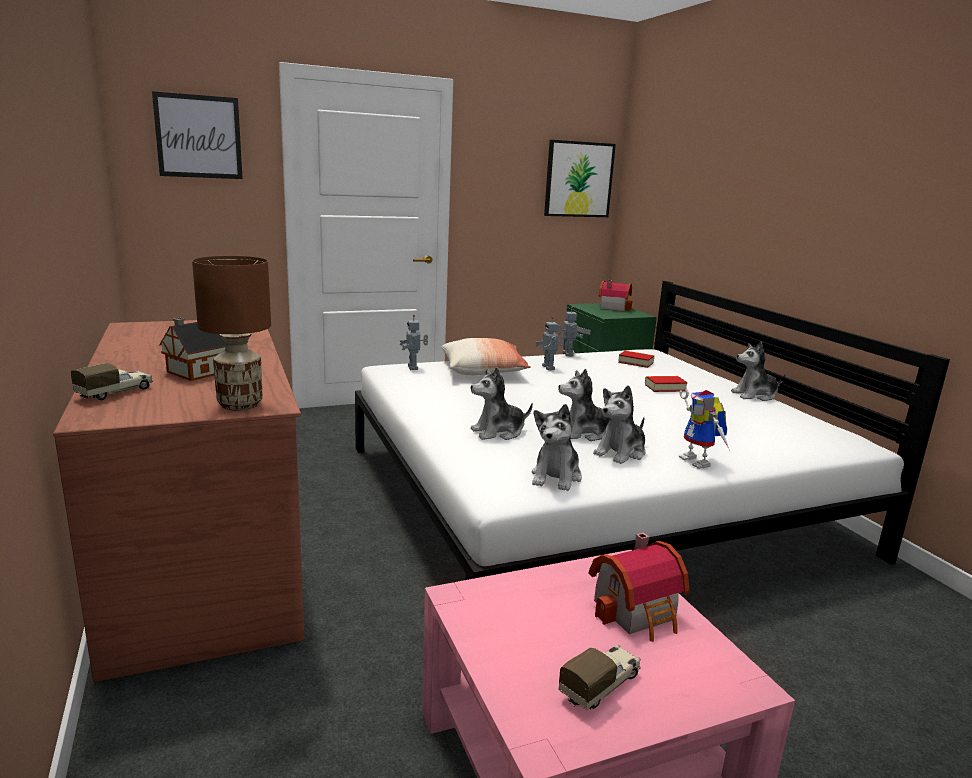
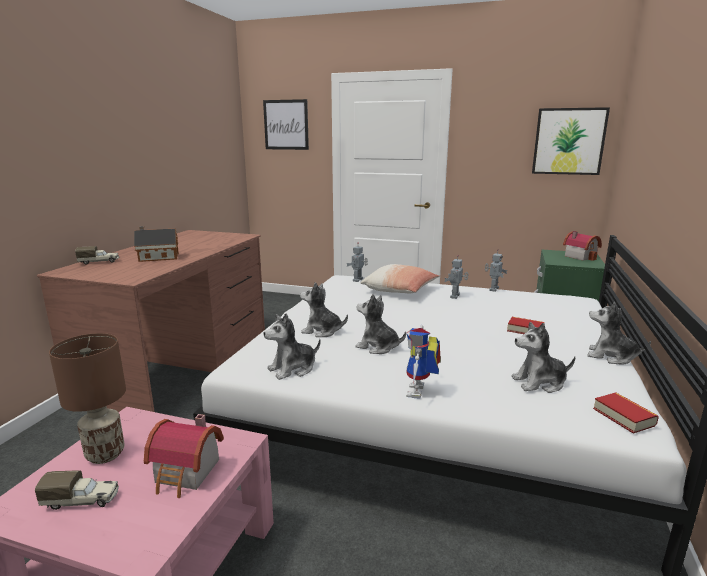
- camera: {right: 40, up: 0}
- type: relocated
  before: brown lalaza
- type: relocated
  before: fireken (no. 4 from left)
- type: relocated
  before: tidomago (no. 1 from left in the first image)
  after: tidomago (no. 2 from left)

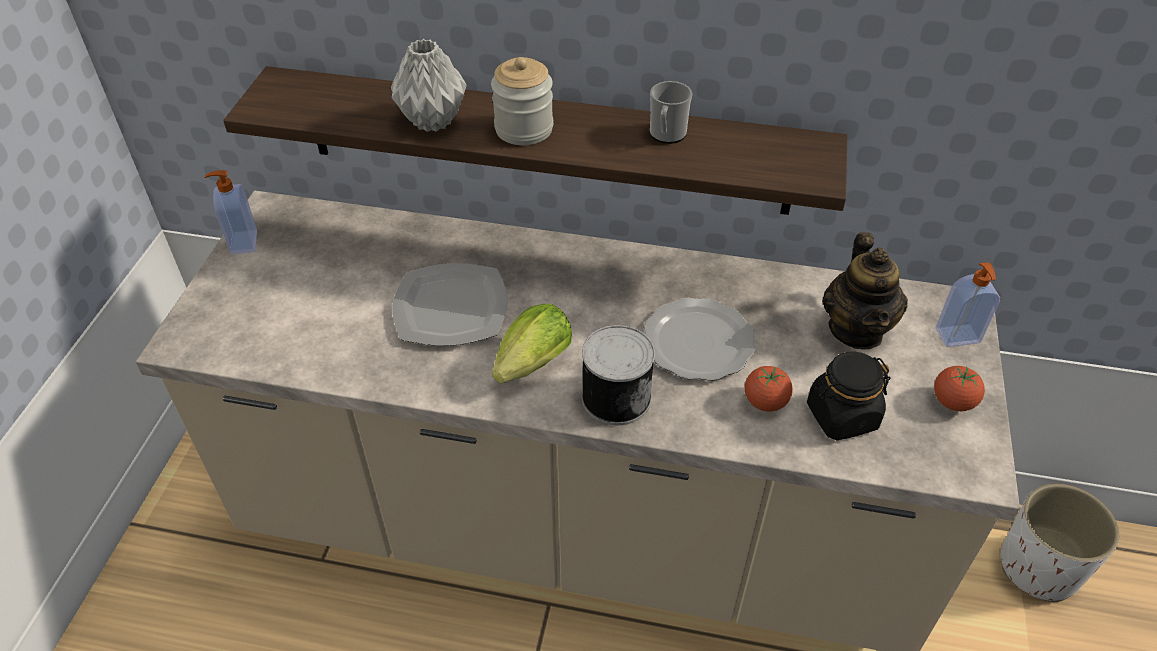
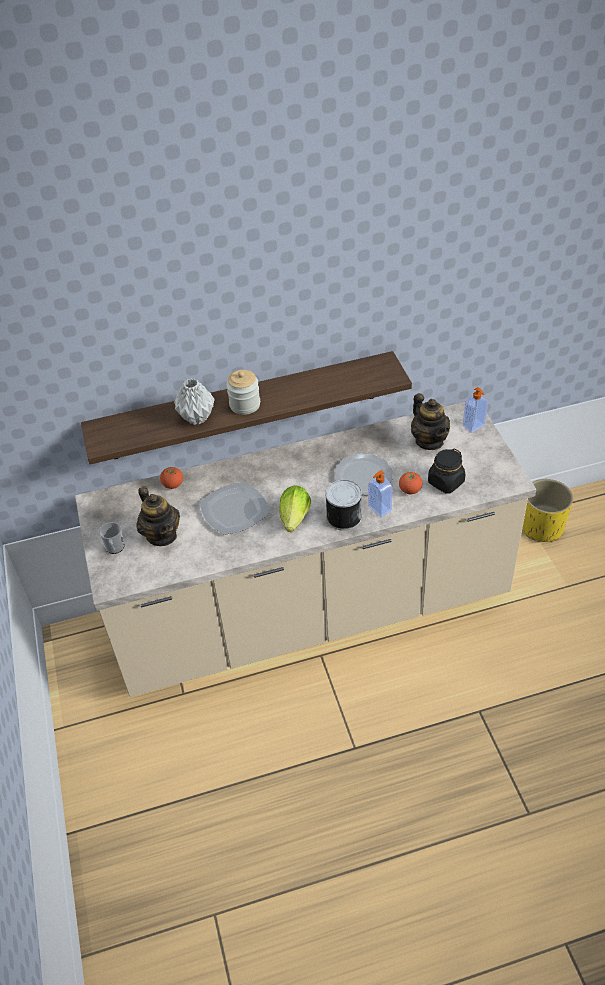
- camera: {right: -25, up: 0}
- type: appeared
  after: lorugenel (no. 1 from left)
- type: relocated
  before: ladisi (no. 1 from left)
- type: relocated
  before: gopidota
- type: relocated
  before: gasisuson (no. 2 from left in the first image)
  after: gasisuson (no. 1 from left)
- type: colour
  before: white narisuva
  after: yellow narisuva

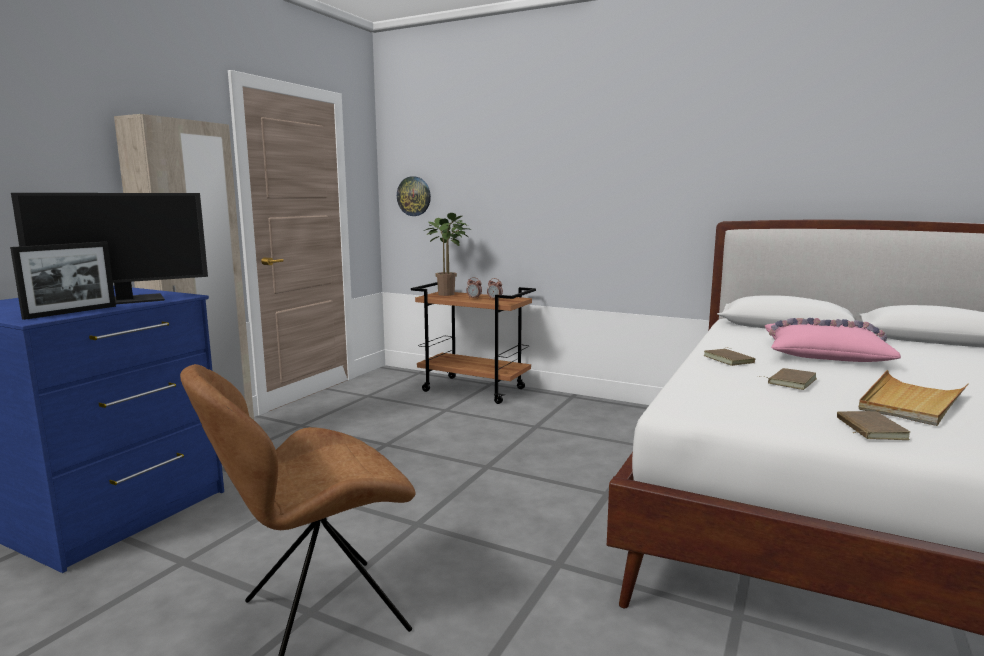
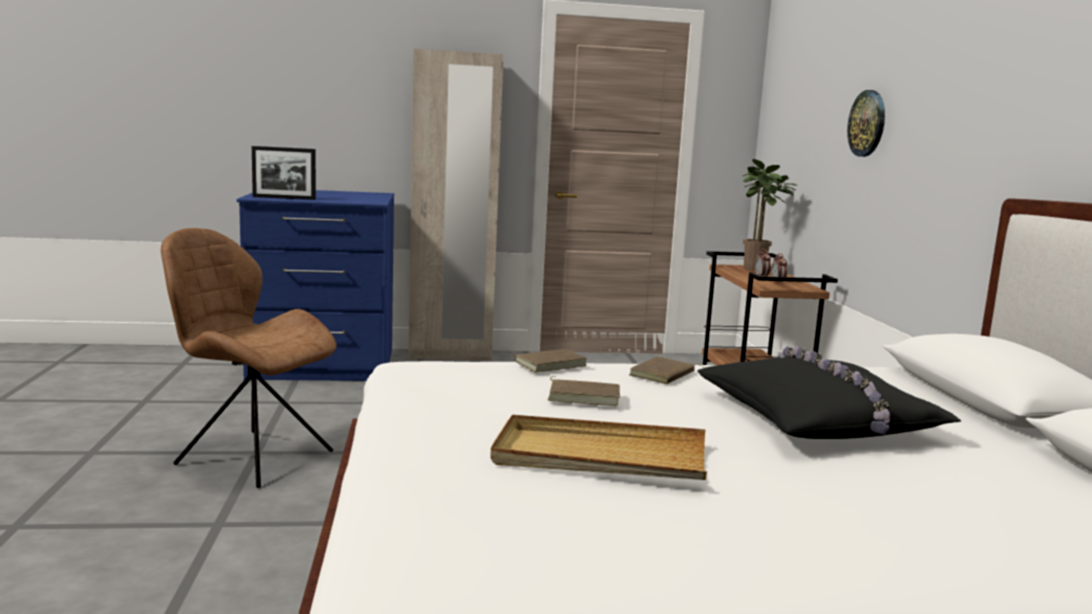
- camera: {right: 55, up: 0}
- type: missing
  before: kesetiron
- type: relocated
  before: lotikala
- type: relocated
  before: brown tidomago (no. 3 from left in the first image)
  after: brown tidomago (no. 1 from left)
- type: colour
  before: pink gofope
  after: black gofope

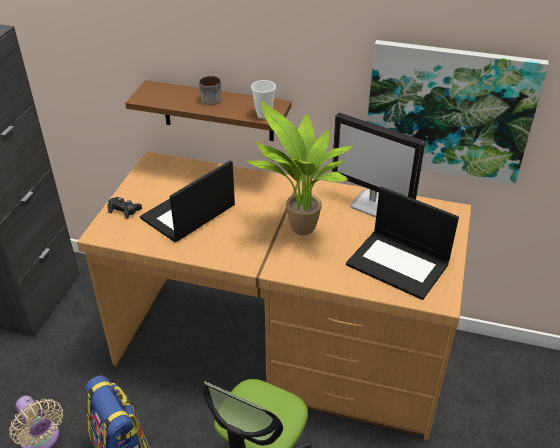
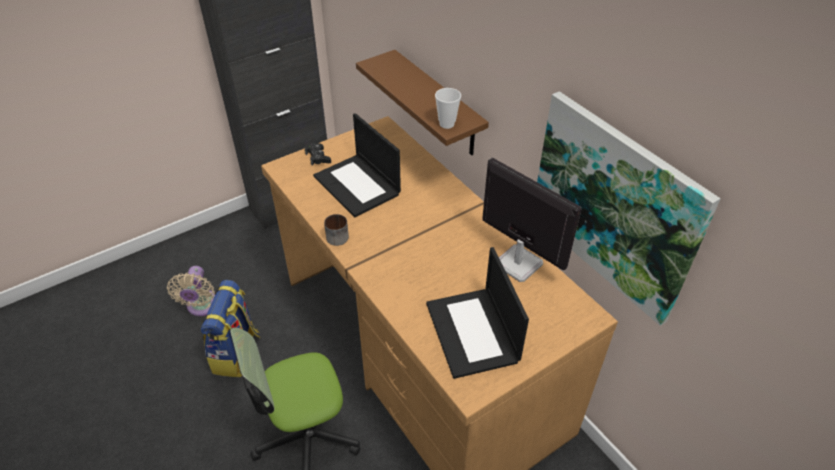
- camera: {right: 40, up: 5}
- type: missing
  before: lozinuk
- type: relocated
  before: gopidota
- type: spun
  before: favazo (no. 1 from left)
  turn: -120
- type: spun
  before: kesetiron
  turn: 150

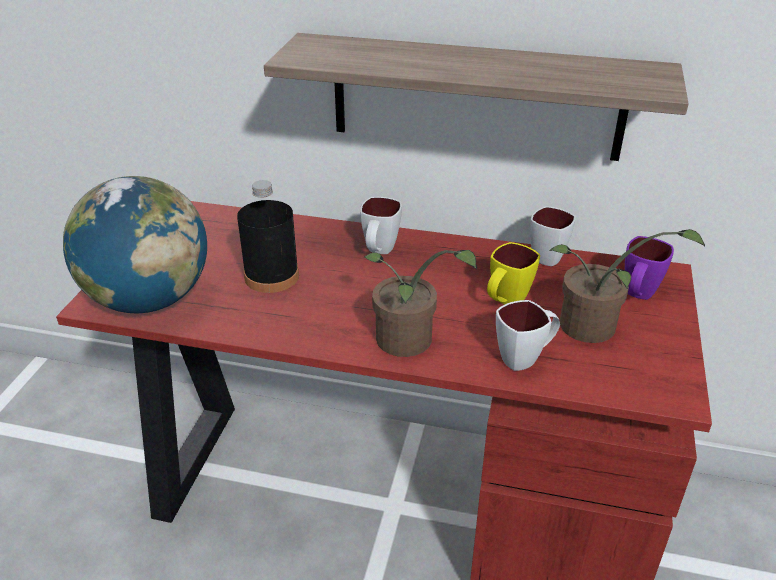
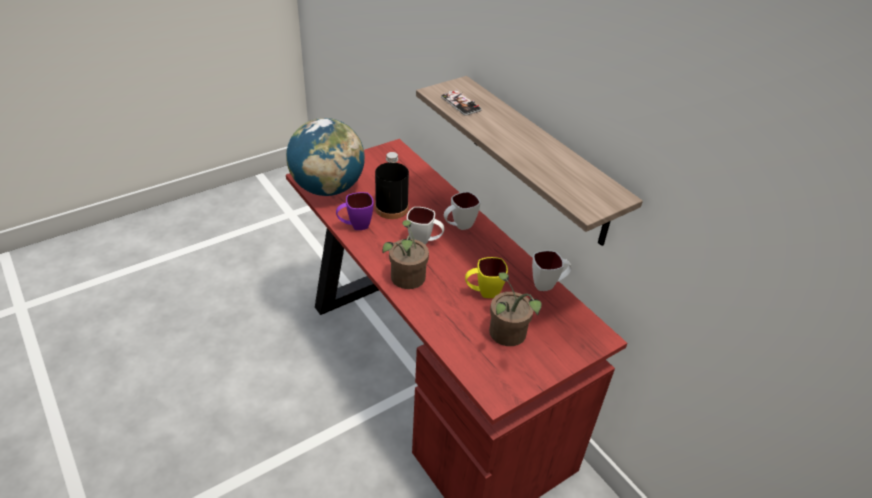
- camera: {right: 40, up: 5}
- type: appeared
  after: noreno
- type: relocated
  before: white gopidota (no. 2 from left in the first image)
  after: white gopidota (no. 1 from left)
- type: relocated
  before: purple gopidota

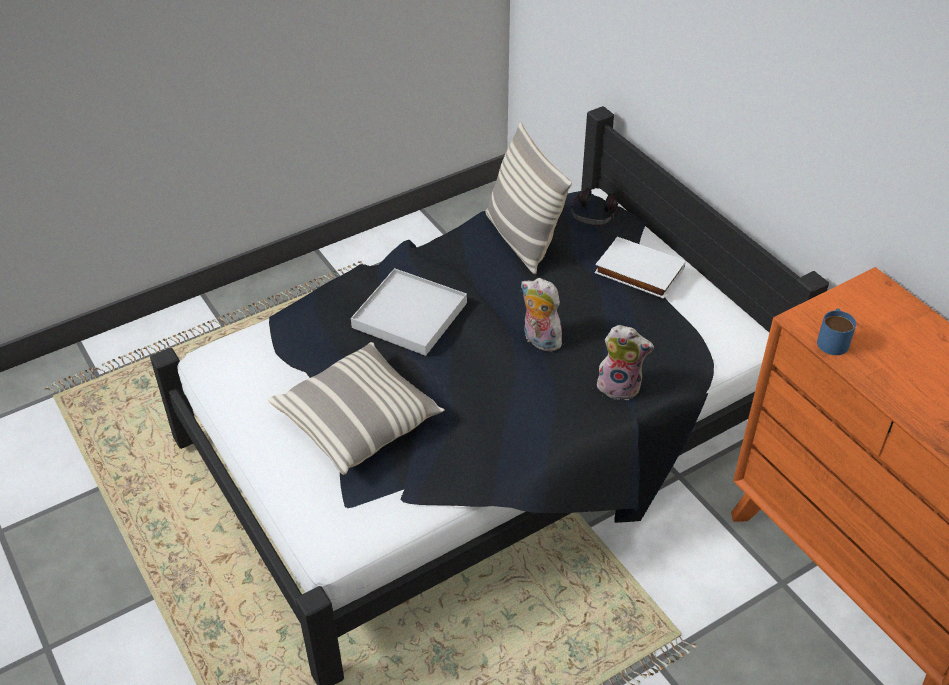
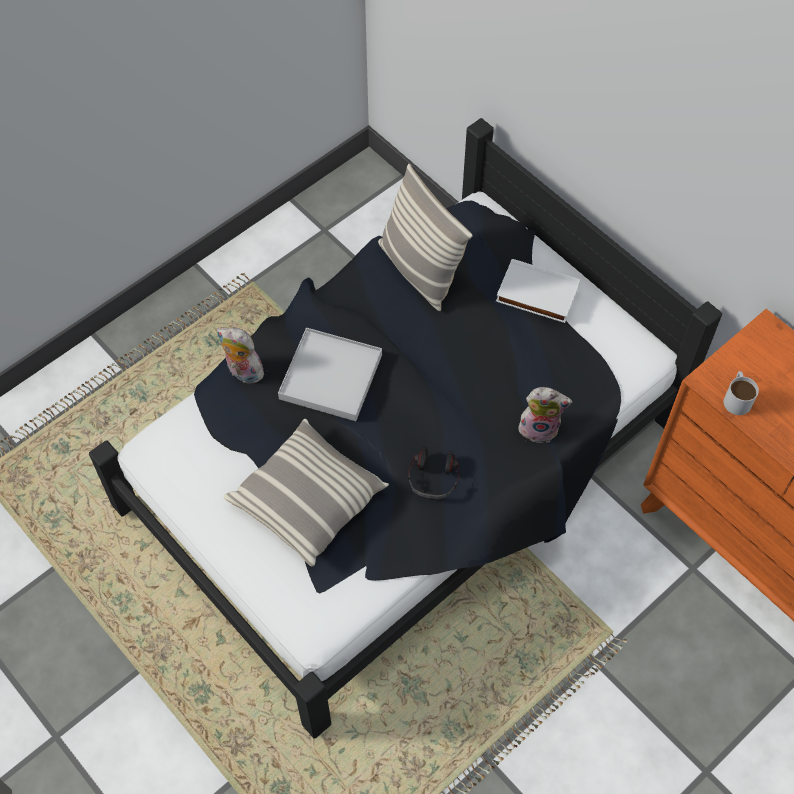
- camera: {right: -10, up: 15}
- type: relocated
  before: fireken (no. 1 from left)
- type: relocated
  before: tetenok
- type: colour
  before: blue gopidota
  after: white gopidota

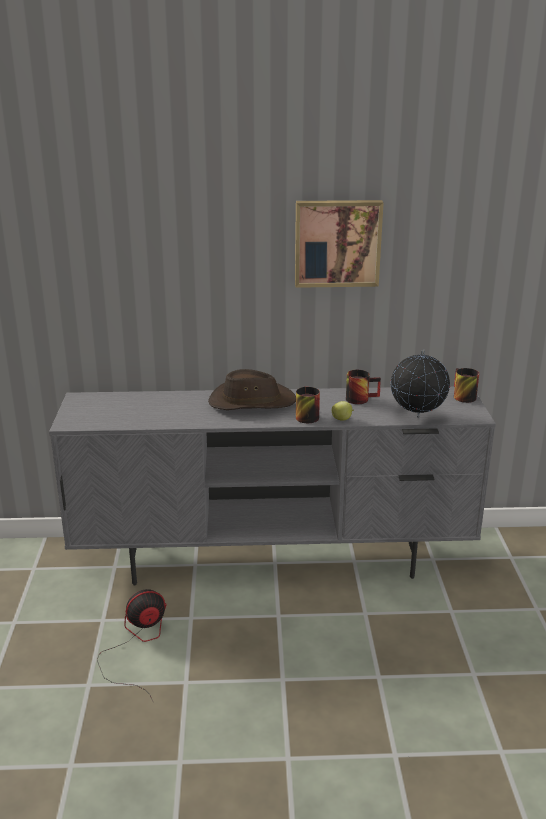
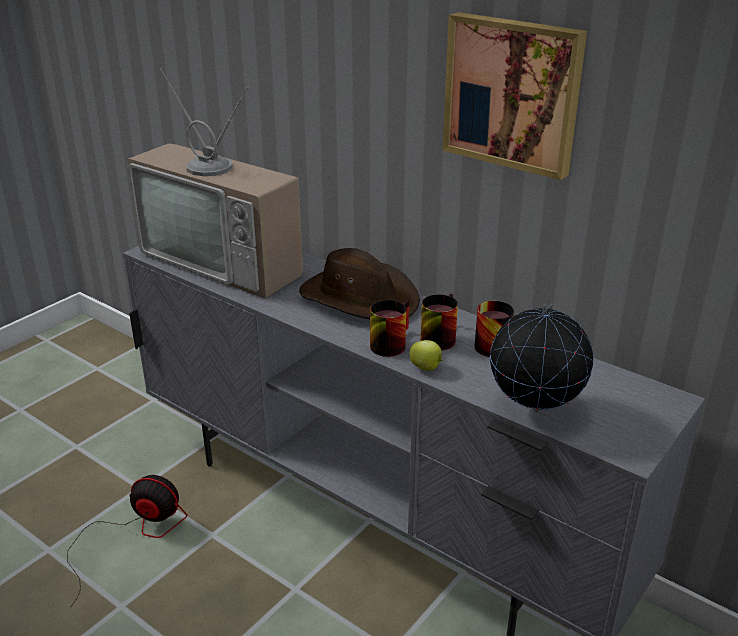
- camera: {right: 40, up: 5}
- type: appeared
  after: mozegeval
- type: relocated
  before: gopidota (no. 3 from left in the first image)
  after: gopidota (no. 2 from left)

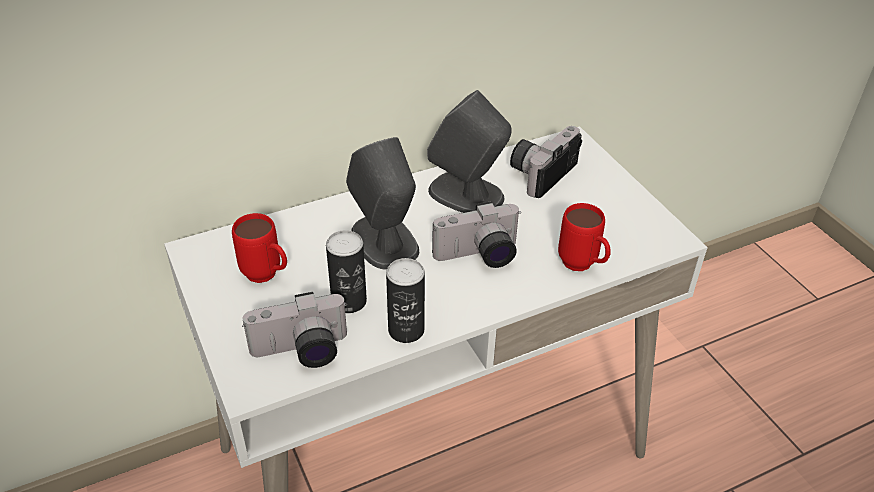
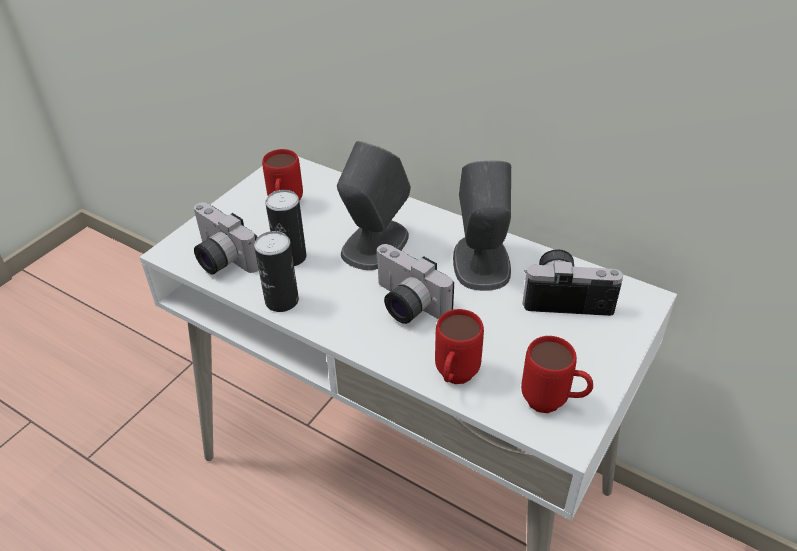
- camera: {right: 60, up: 0}
- type: appeared
  after: red gopidota (no. 3 from left)

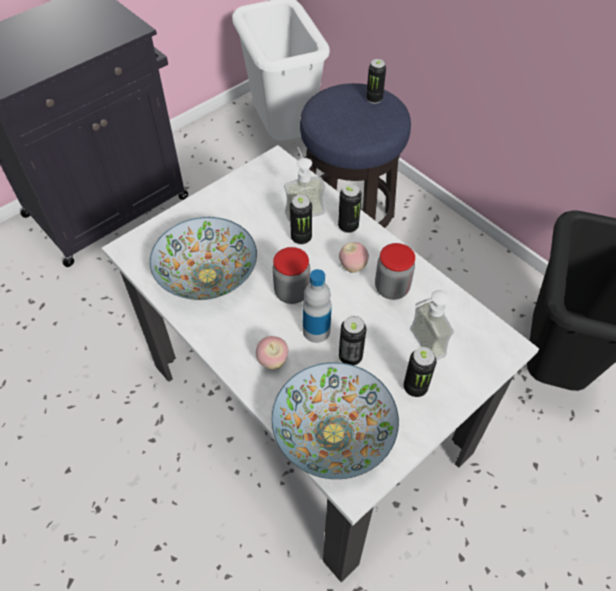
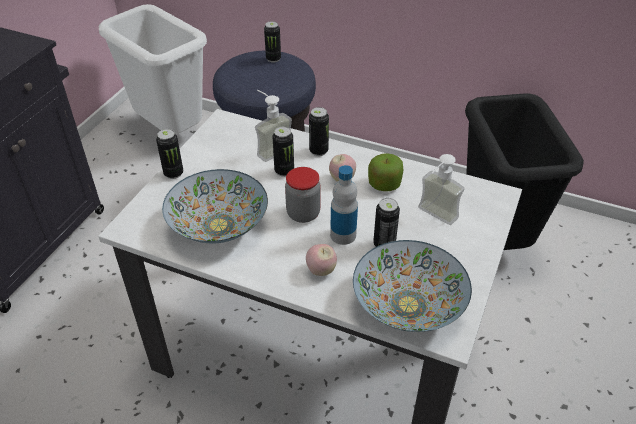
- camera: {right: -25, up: -10}
- type: relocated
  before: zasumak (no. 5 from left in the first image)
  after: zasumak (no. 1 from left)
- type: exchanged
  before: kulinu (no. 2 from left)
  after: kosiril (no. 3 from left)

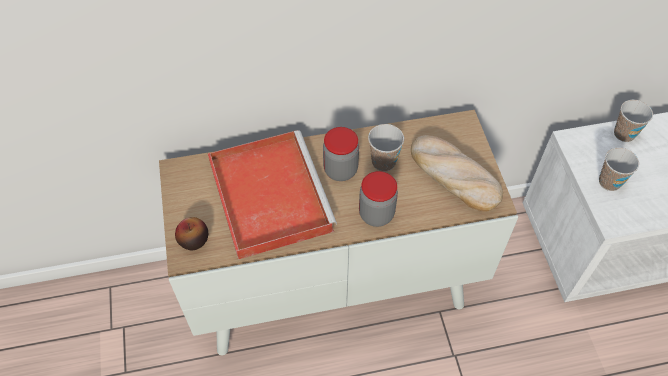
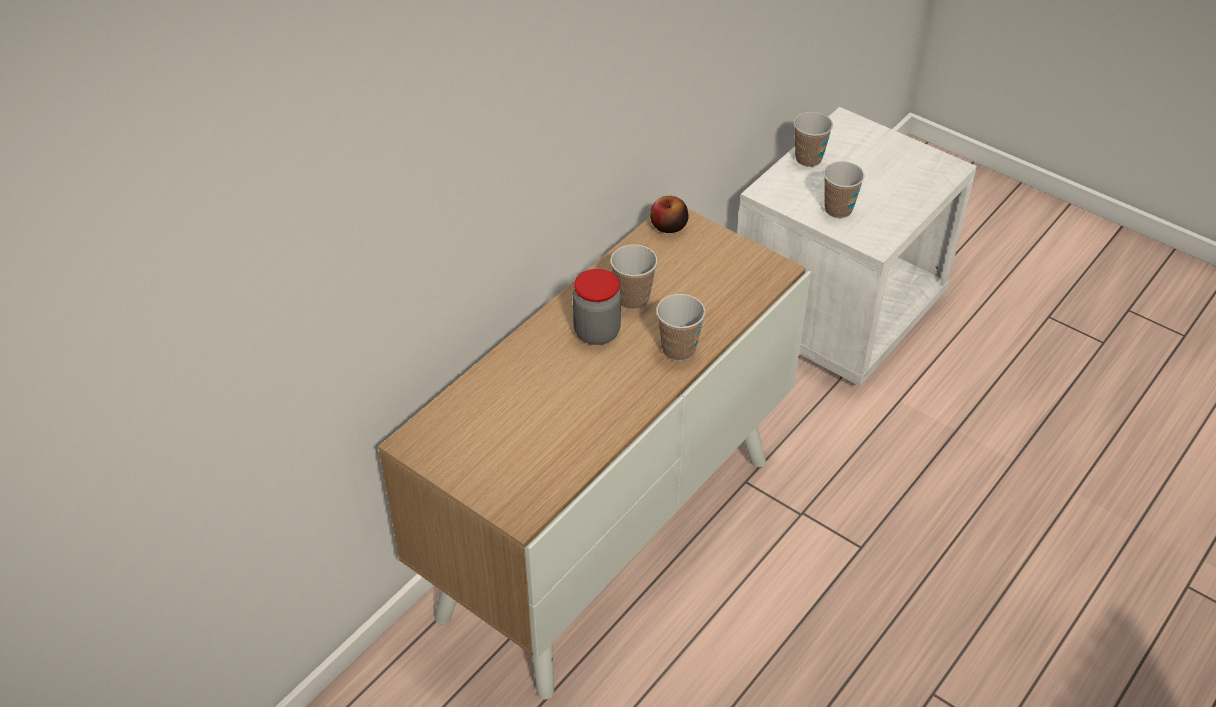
- camera: {right: -40, up: -10}
- type: missing
  before: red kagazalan
- type: missing
  before: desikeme
- type: relocated
  before: kosiril
- type: exchanged
  before: kulinu (no. 2 from left)
  after: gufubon (no. 2 from left)

